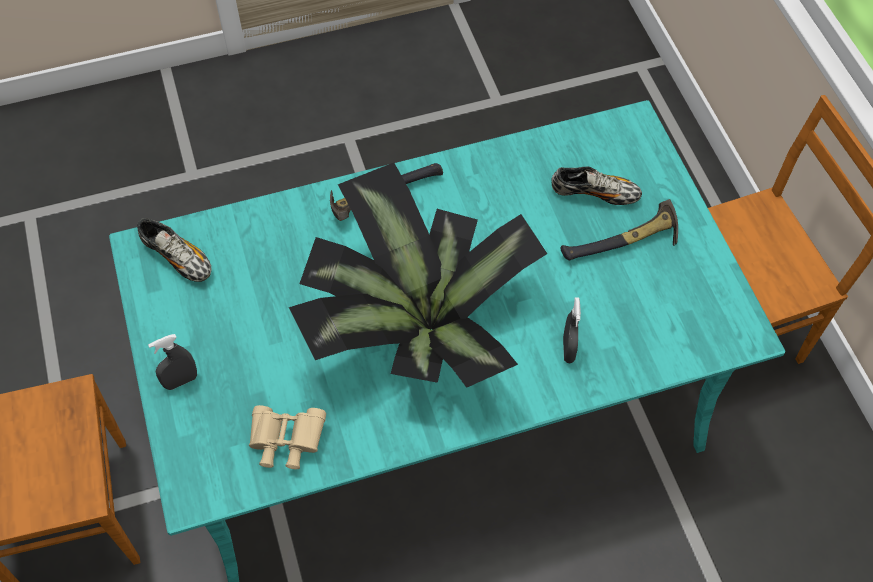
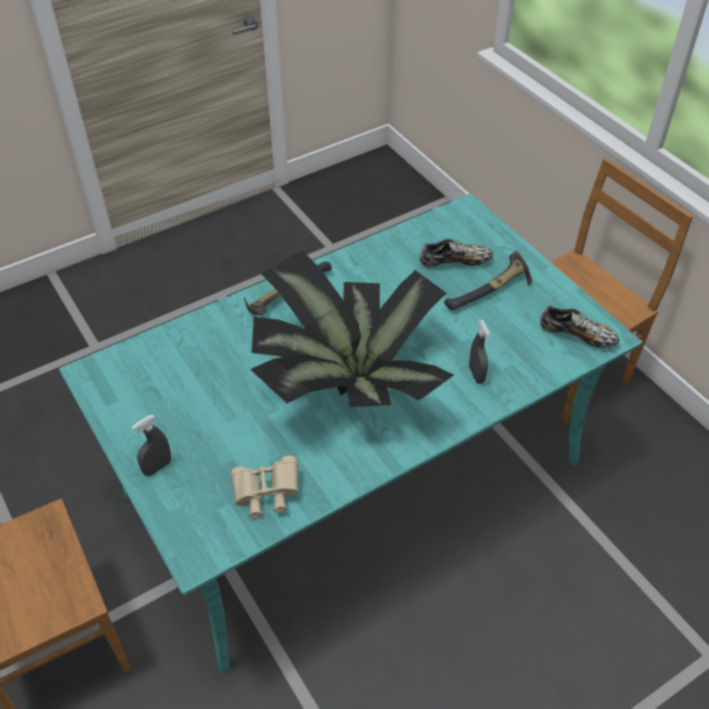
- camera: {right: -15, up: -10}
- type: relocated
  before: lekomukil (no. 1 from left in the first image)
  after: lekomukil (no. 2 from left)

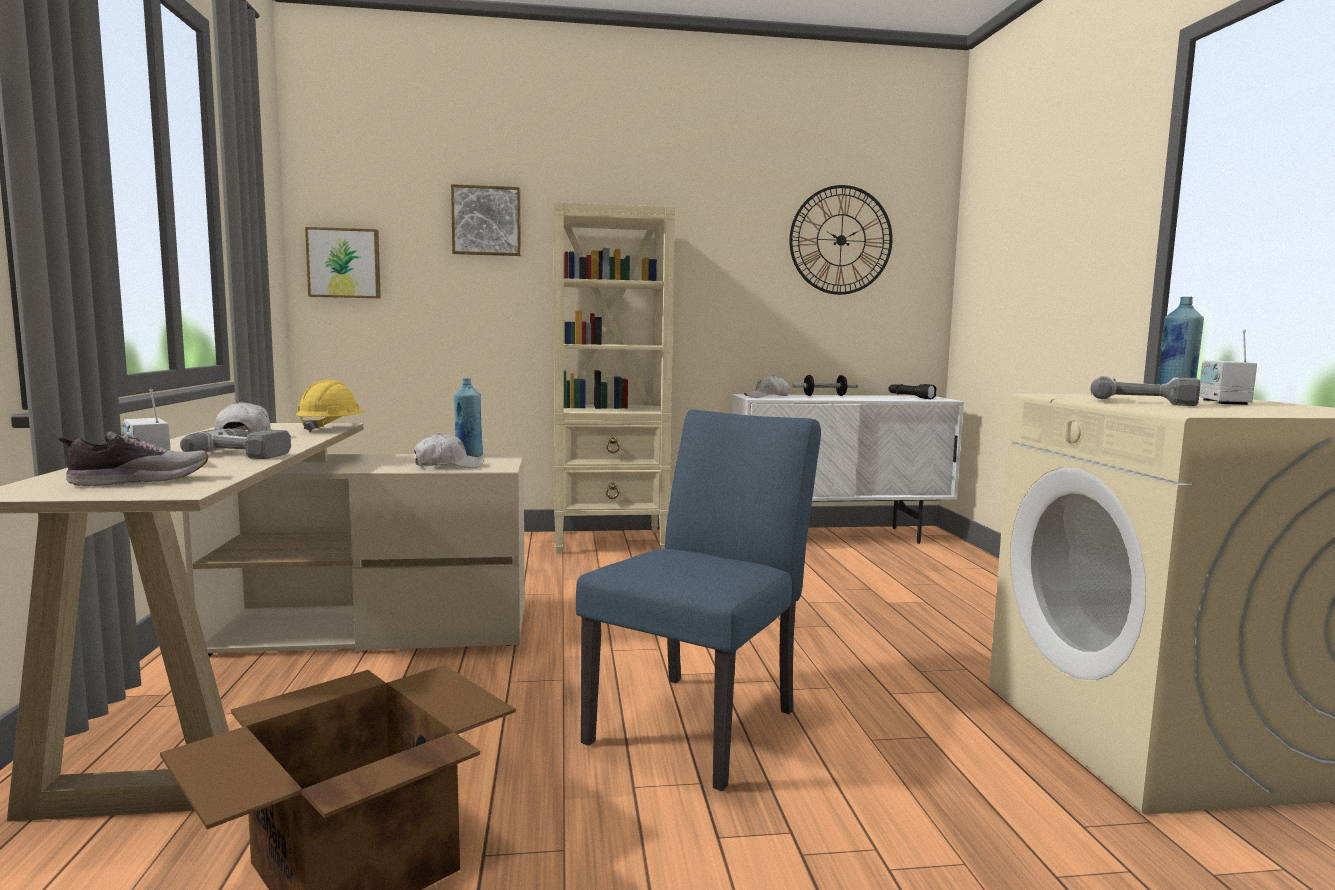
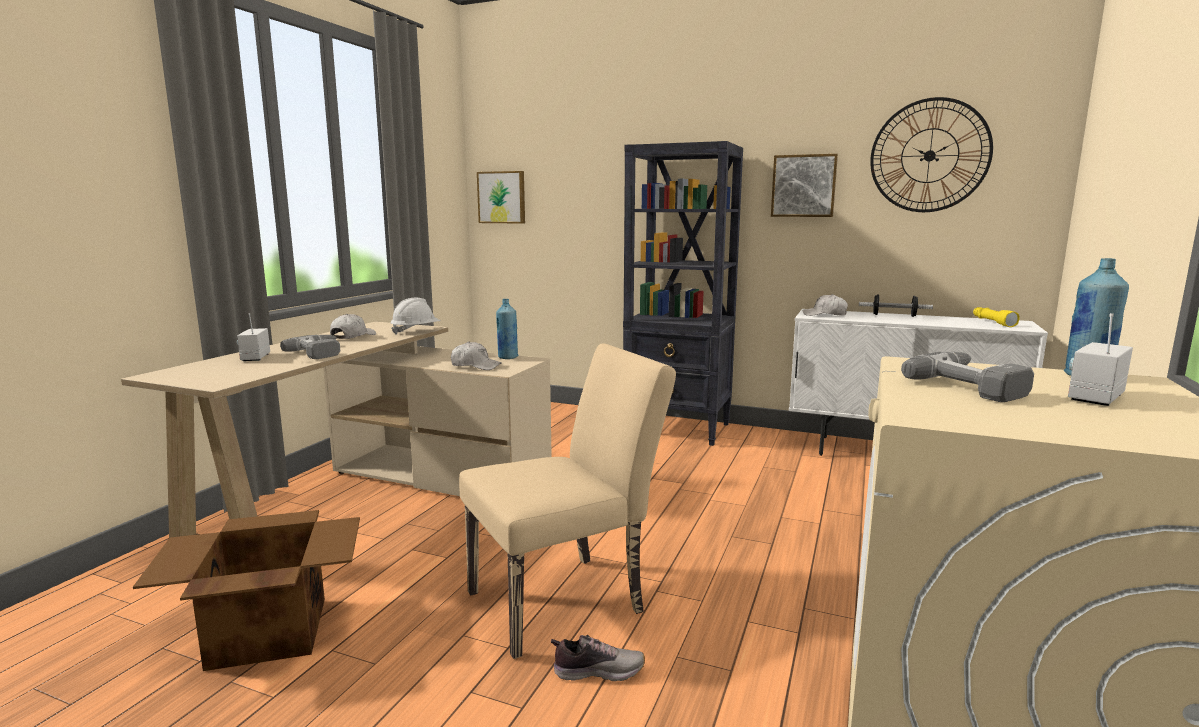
- camera: {right: 30, up: 5}
- type: relocated
  before: lekomukil
- type: relocated
  before: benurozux (no. 2 from left)
- type: colour
  before: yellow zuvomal
  after: white zuvomal
- type: colour
  before: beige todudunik
  after: black todudunik
- type: colour
  before: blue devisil
  after: beige devisil
- type: colour
  before: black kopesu
  after: yellow kopesu

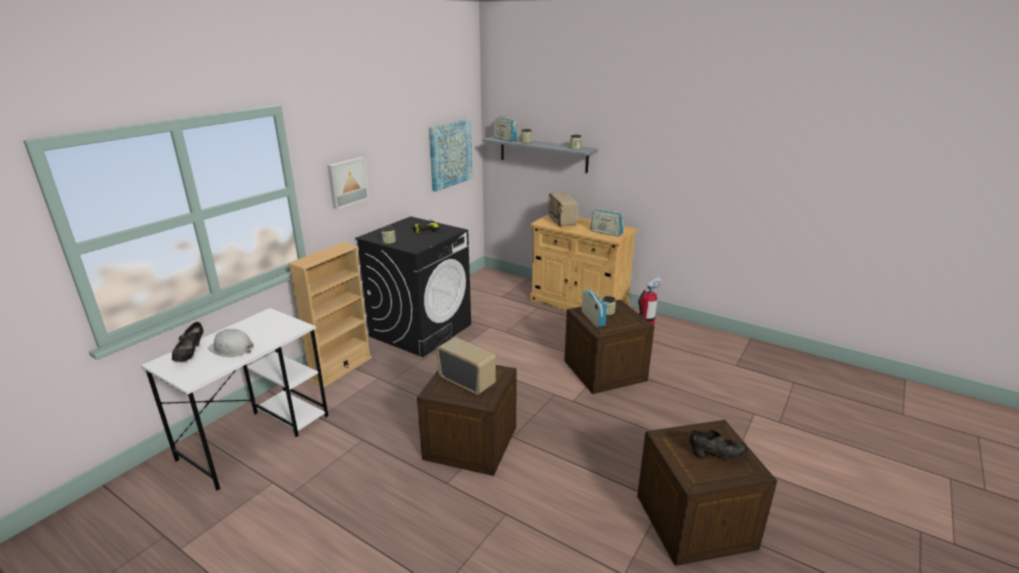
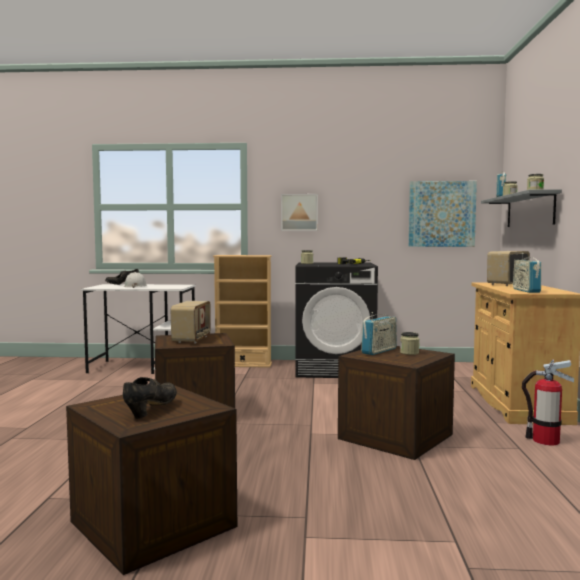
- camera: {right: 60, up: -20}
- type: spun
  before: black lekomukil (no. 2 from left)
  turn: -135

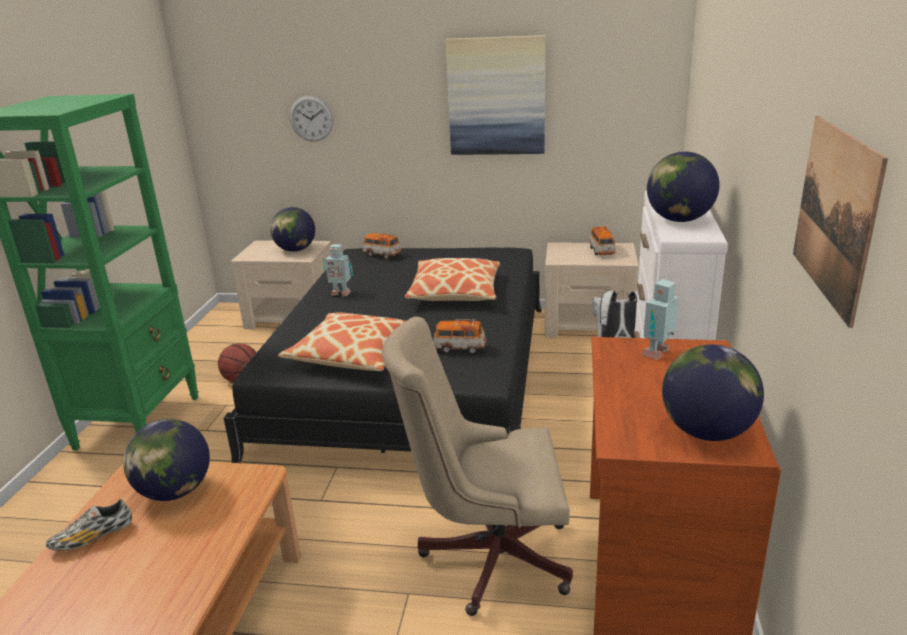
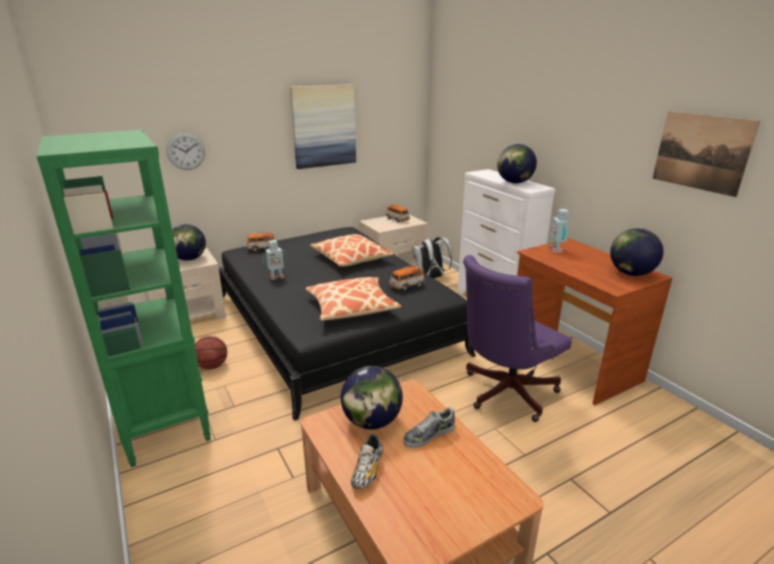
- camera: {right: -40, up: 0}
- type: appeared
  after: lekomukil (no. 2 from left)
- type: colour
  before: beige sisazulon
  after: purple sisazulon

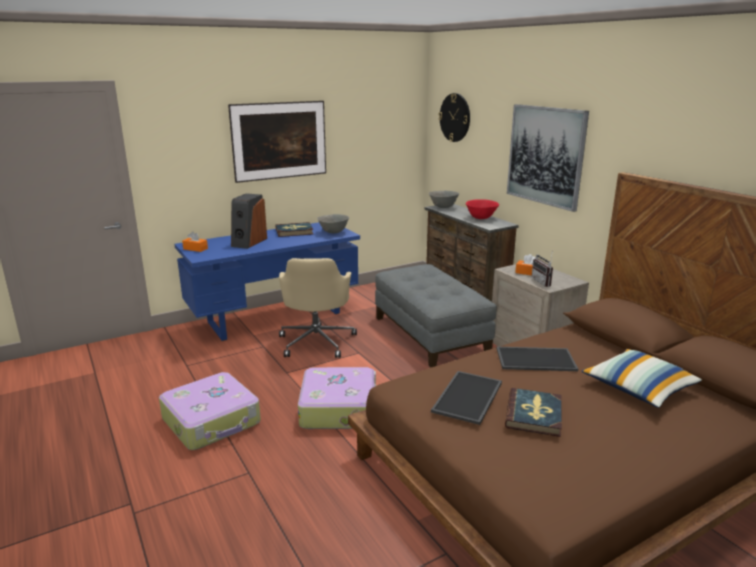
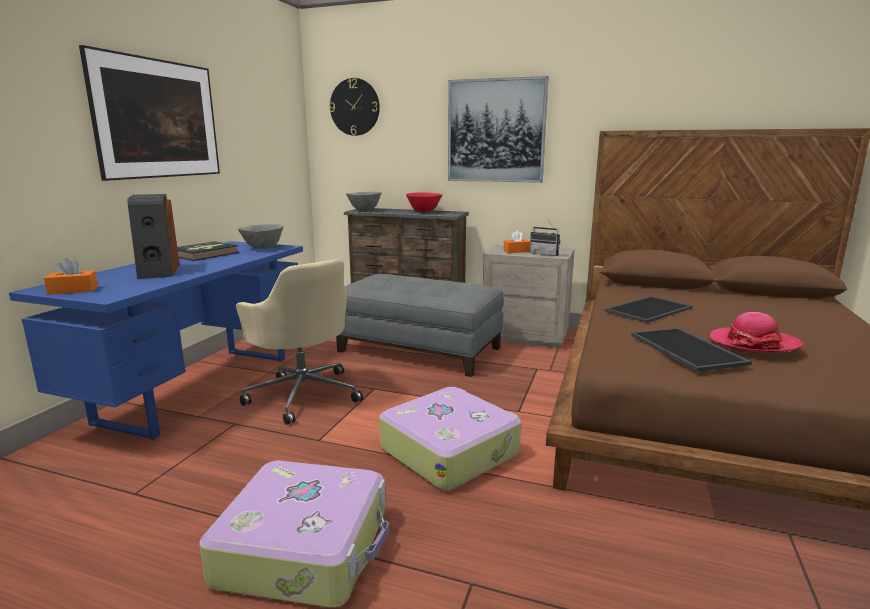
- camera: {right: -40, up: -5}
- type: missing
  before: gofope
- type: exchanged
  before: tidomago (no. 2 from left)
  after: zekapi

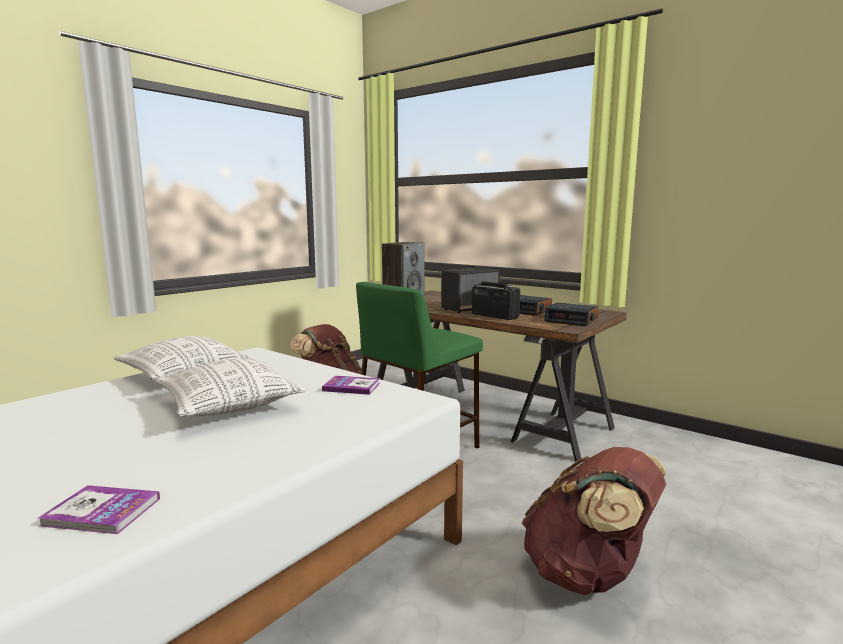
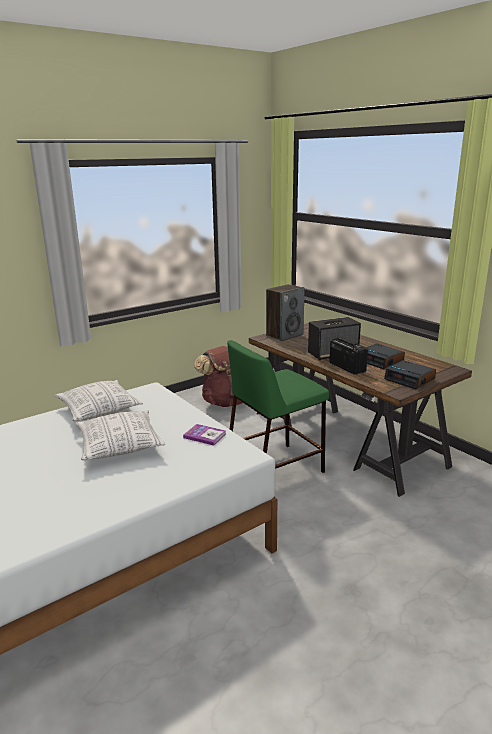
- camera: {right: 15, up: 10}
- type: missing
  before: tidomago (no. 1 from left)
- type: missing
  before: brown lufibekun (no. 2 from left)

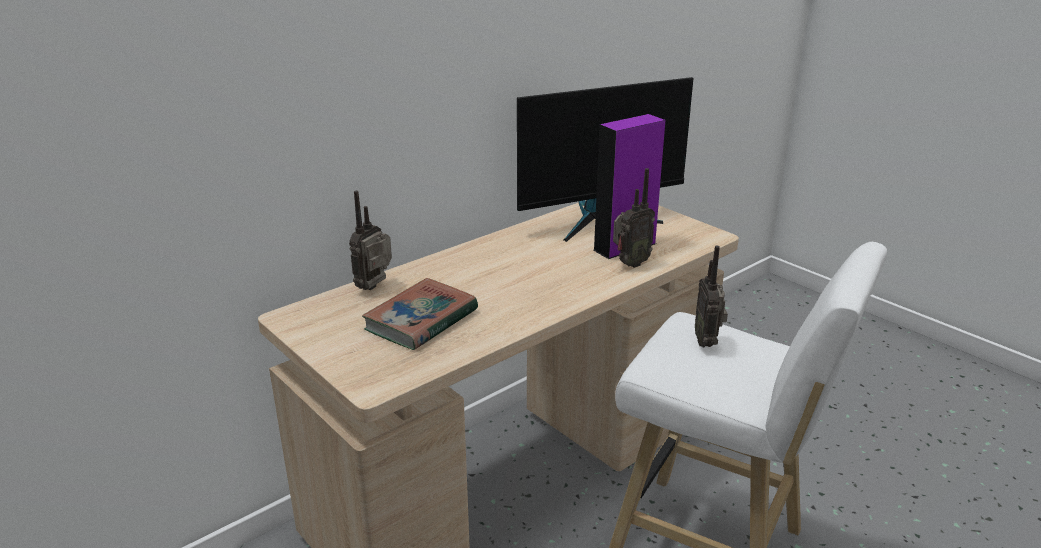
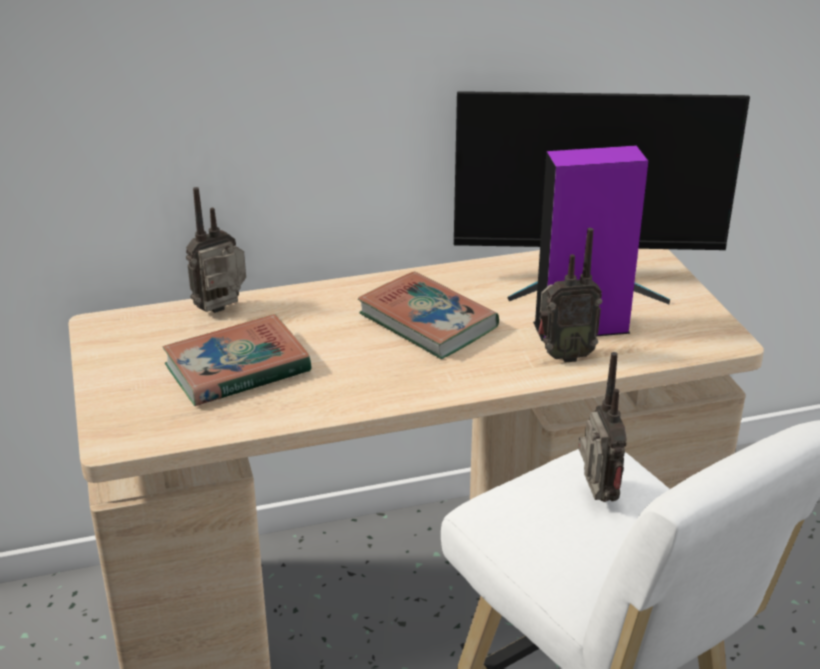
- camera: {right: 25, up: 5}
- type: appeared
  after: tidomago (no. 2 from left)
- type: spun
  before: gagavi (no. 3 from left)
  turn: 150

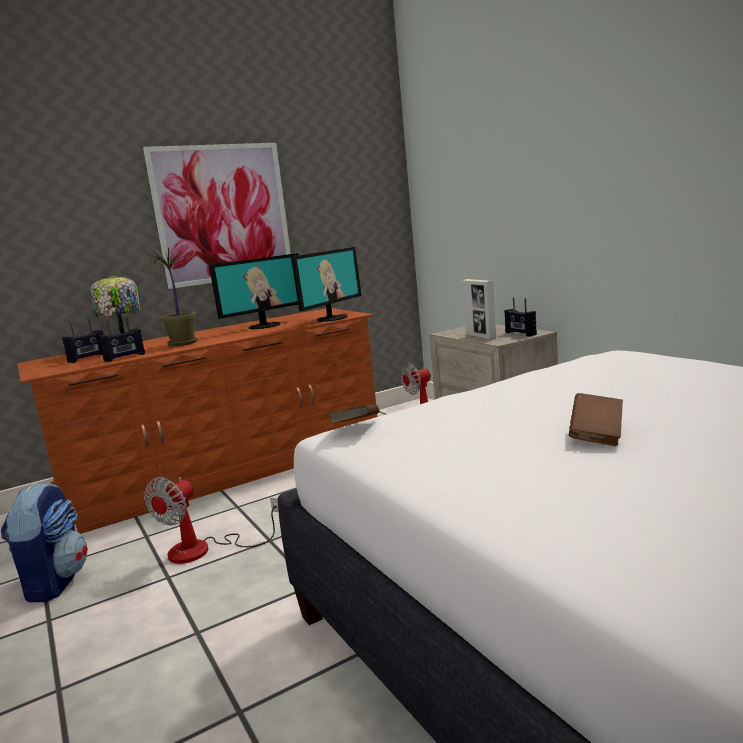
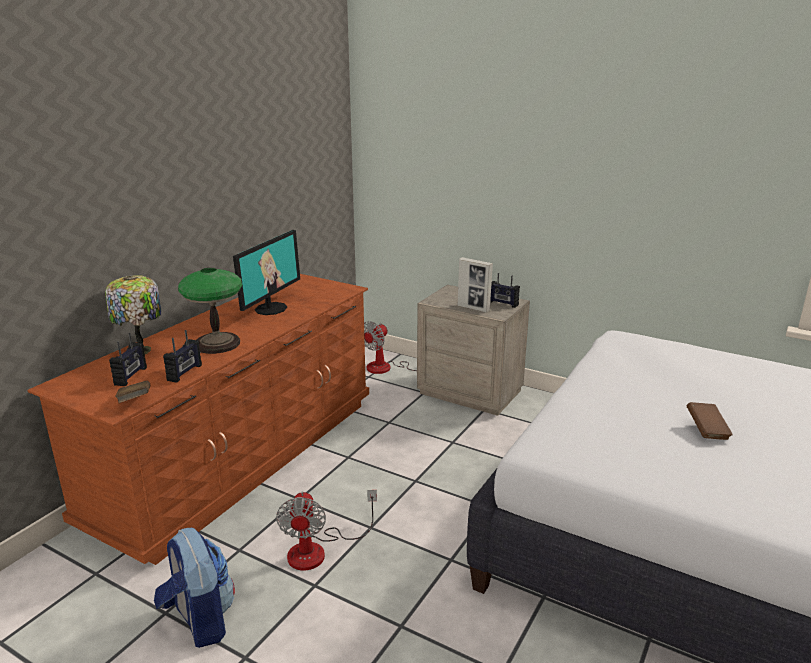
- camera: {right: -30, up: 10}
- type: missing
  before: benurozux
- type: missing
  before: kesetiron (no. 2 from left)
- type: relocated
  before: brown tidomago (no. 1 from left)
- type: exchanged
  before: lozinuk
  after: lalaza (no. 2 from left)

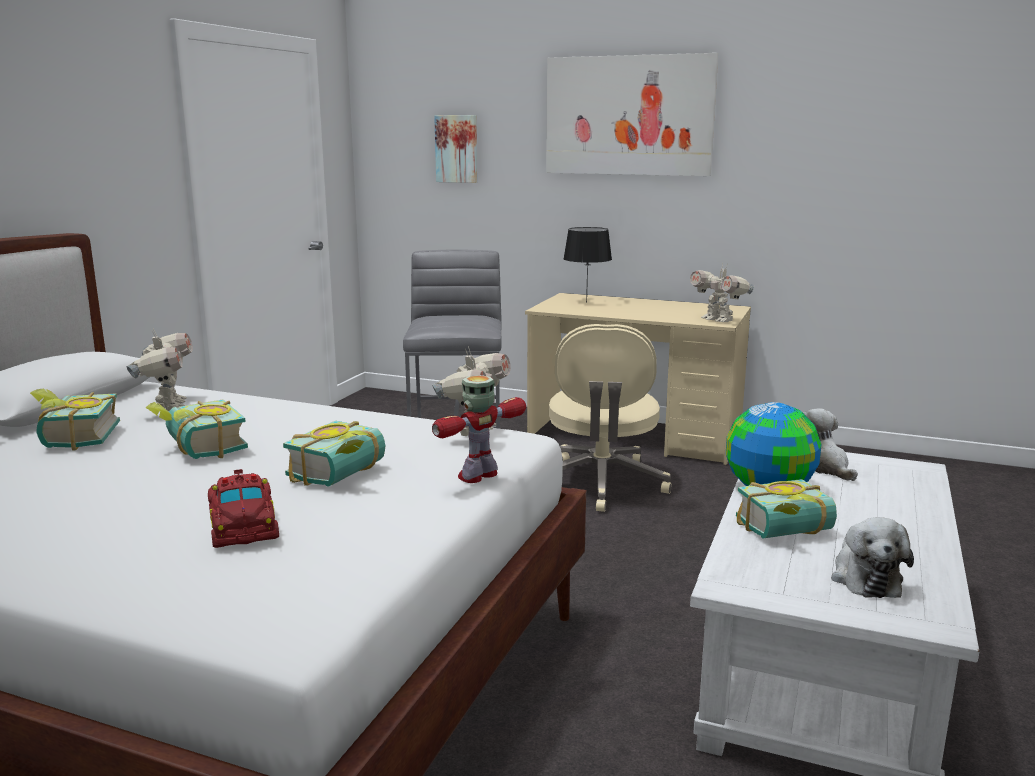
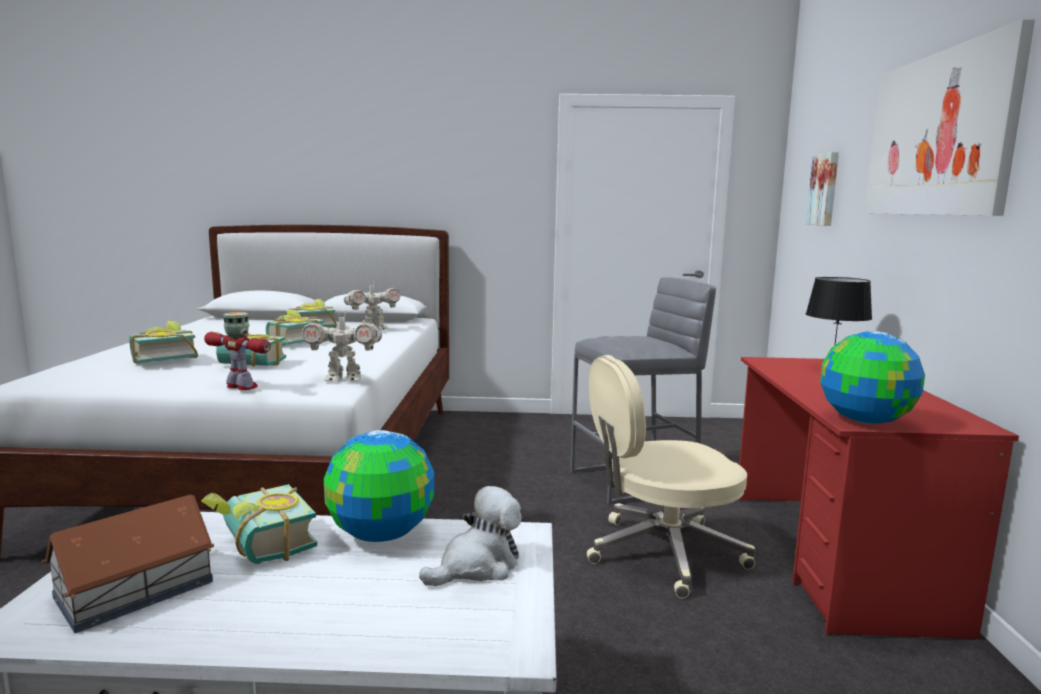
- camera: {right: 70, up: -5}
- type: exchanged
  before: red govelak
  after: tidomago (no. 1 from left)
- type: exchanged
  before: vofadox (no. 4 from left)
  after: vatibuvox (no. 2 from left)
- type: exchanged
  before: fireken (no. 2 from left)
  after: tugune
- type: colour
  before: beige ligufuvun
  after: red ligufuvun

